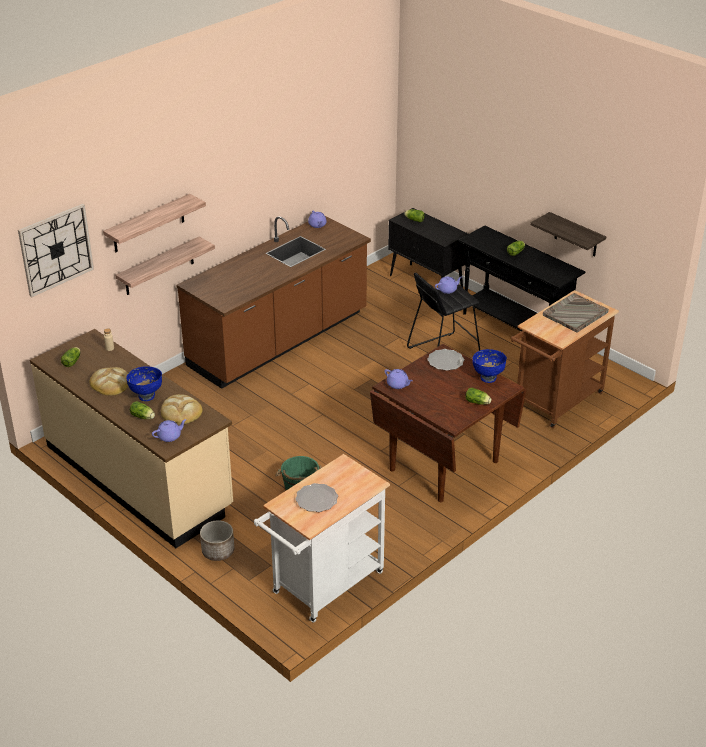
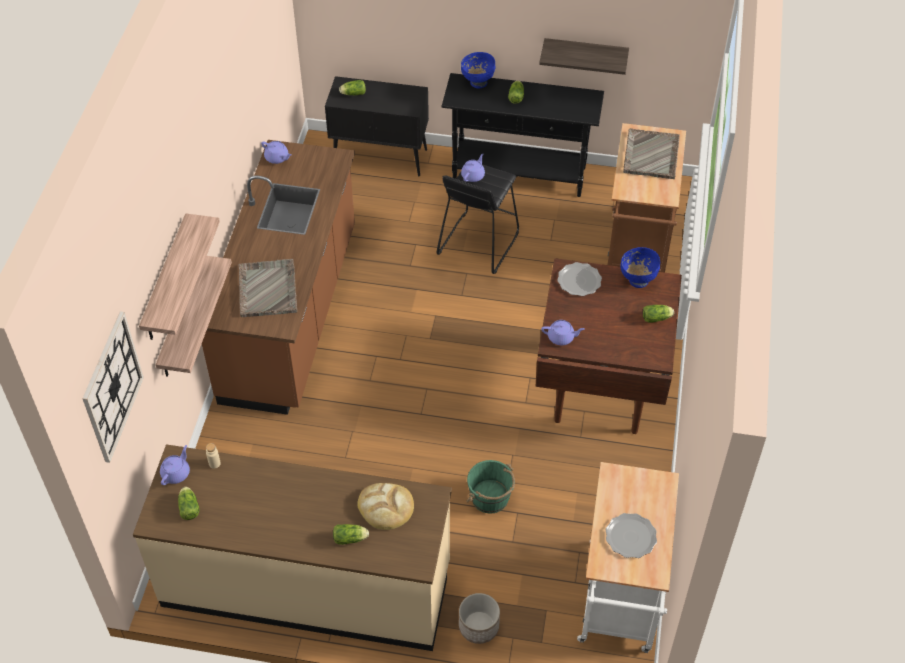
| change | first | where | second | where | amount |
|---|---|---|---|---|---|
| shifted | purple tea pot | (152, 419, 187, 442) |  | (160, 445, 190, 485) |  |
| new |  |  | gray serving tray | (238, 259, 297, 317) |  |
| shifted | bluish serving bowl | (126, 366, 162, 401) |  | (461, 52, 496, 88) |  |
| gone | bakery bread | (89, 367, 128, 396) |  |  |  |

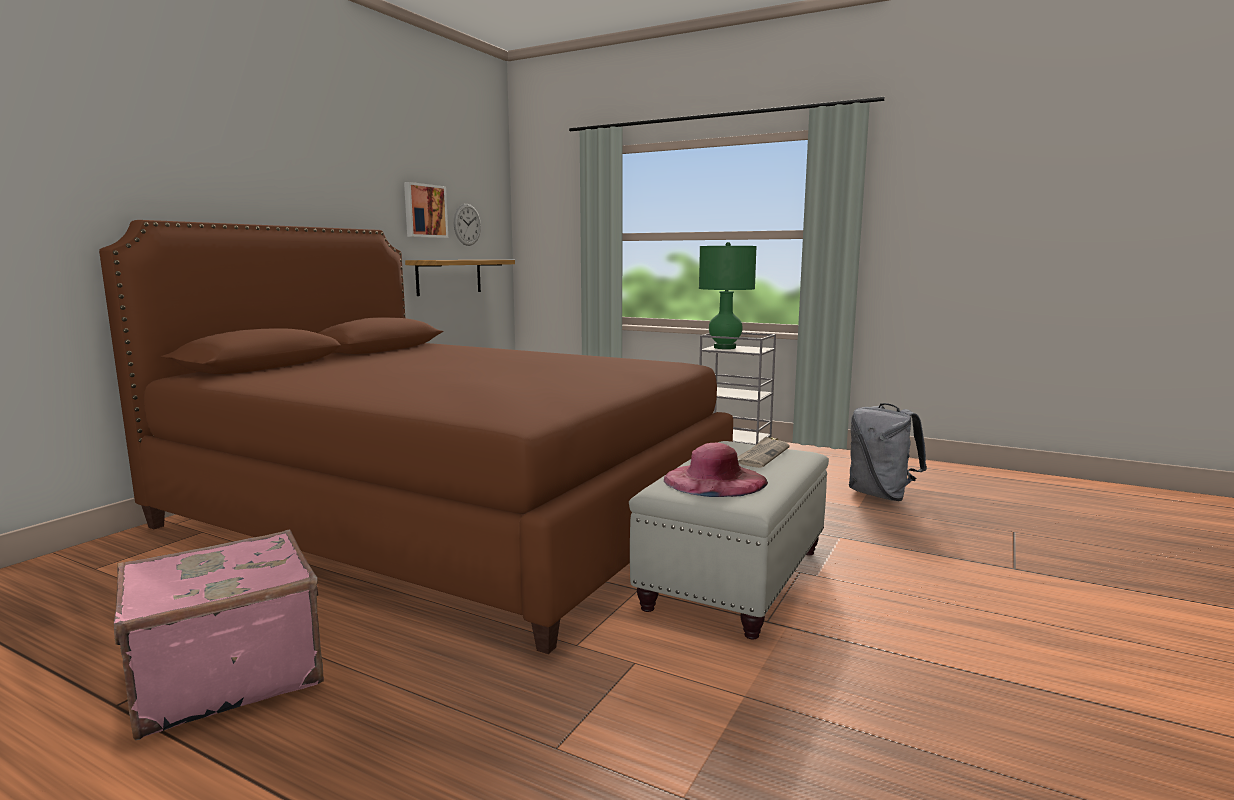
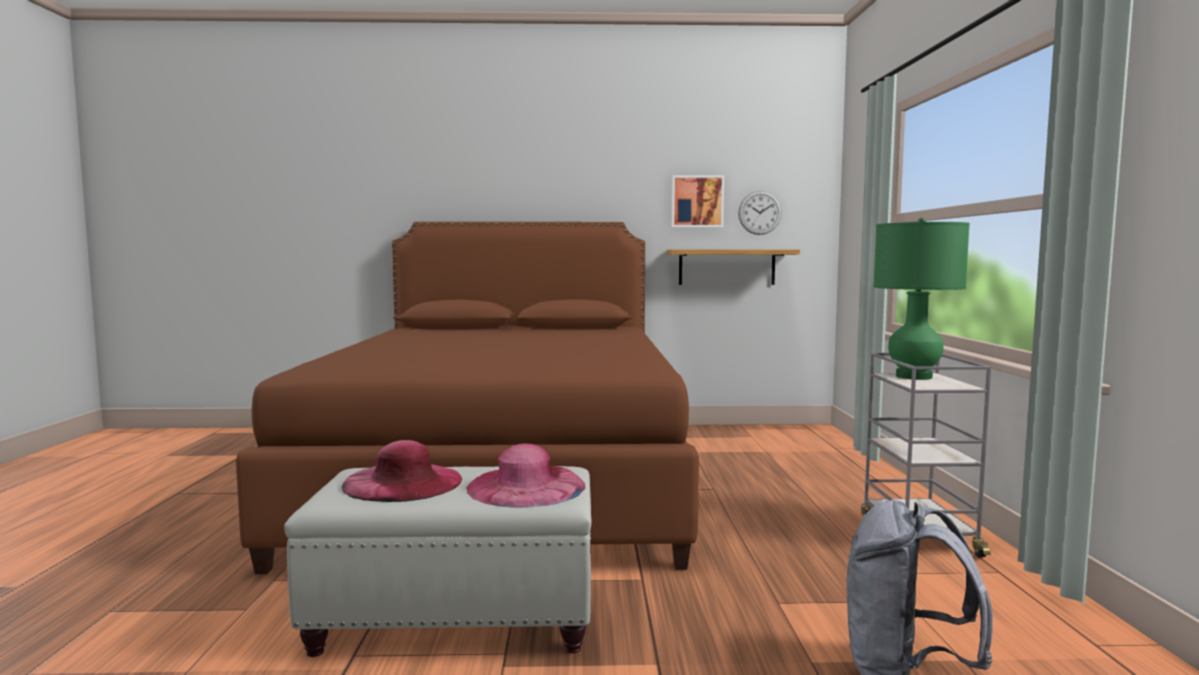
| change | first | where | second | where | amount |
|---|---|---|---|---|---|
| swapped | newspaper | (738, 437, 790, 468) | pink-coloured hat | (466, 444, 585, 508) |  |
| gone | pink-coloured suitcase | (114, 529, 324, 740) |  |  |  |

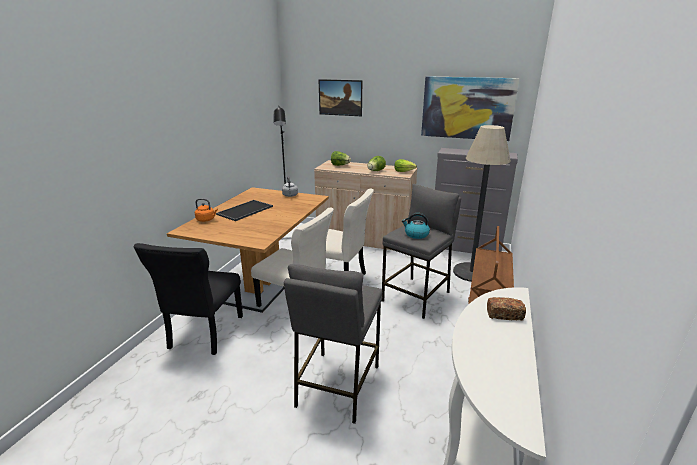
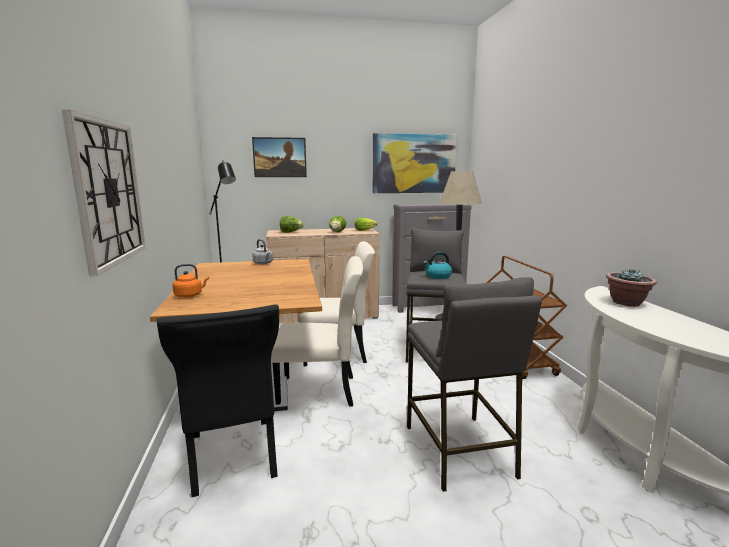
| change | first | where | second | where | amount |
|---|---|---|---|---|---|
| new |  |  | wall clock | (62, 110, 146, 277) |  |
| swapped | bakery bread | (487, 297, 526, 321) | potted plant | (606, 269, 657, 307) |  |
| gone | serving tray | (216, 200, 273, 221) |  |  |  |

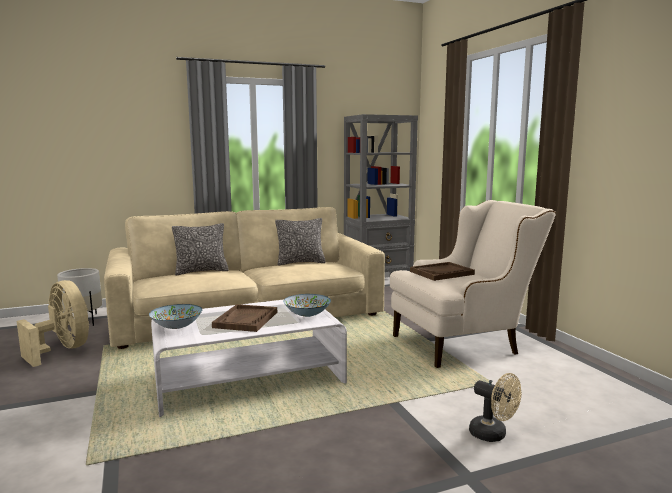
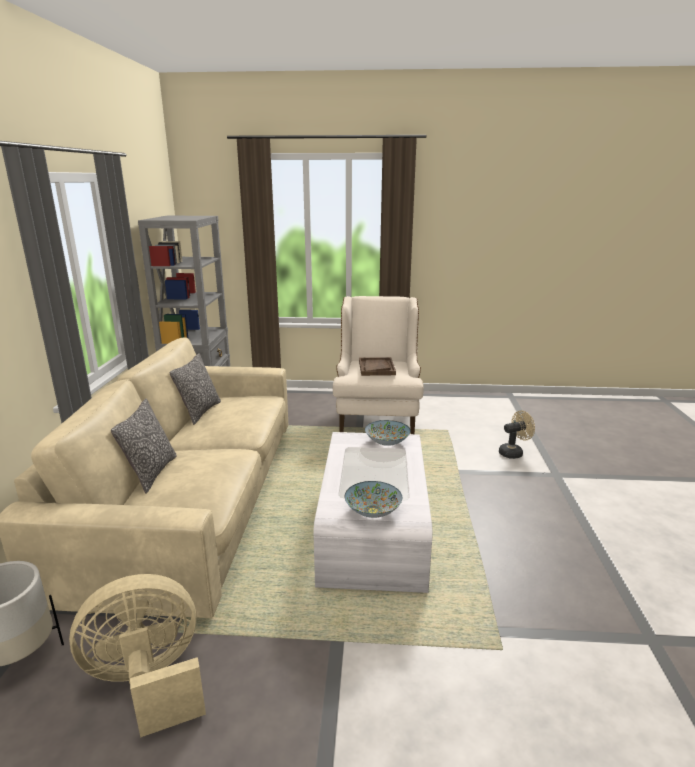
| change | first | where | second | where | amount |
|---|---|---|---|---|---|
| gone | brown-coloured serving tray | (212, 304, 277, 332) |  |  |  |

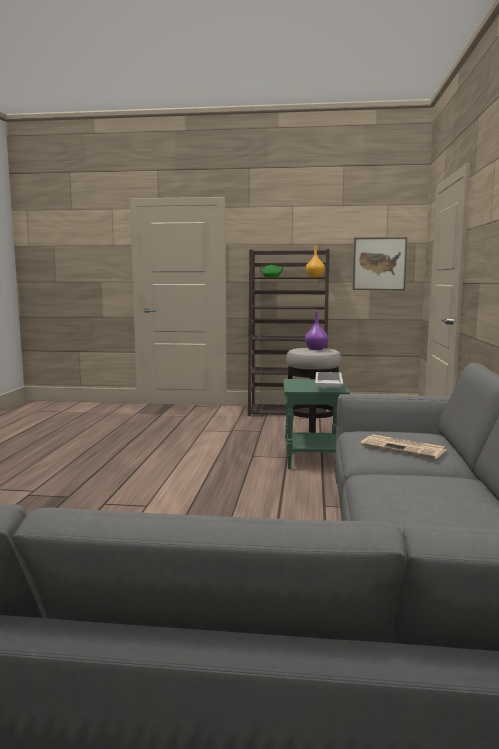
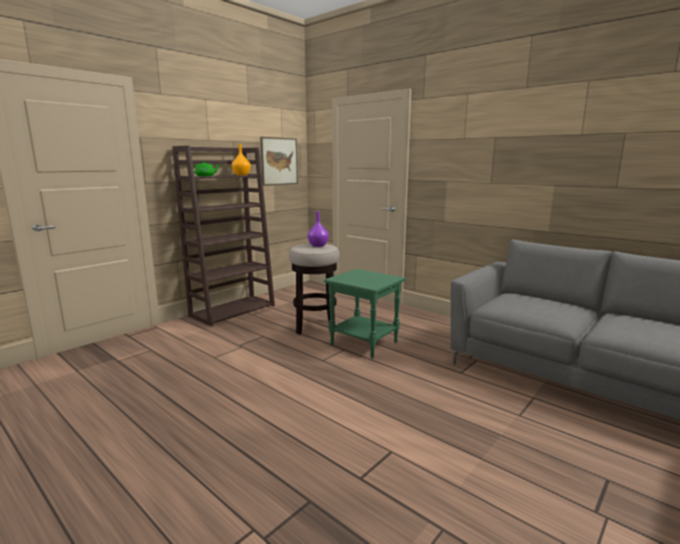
| change | first | where | second | where | amount |
|---|---|---|---|---|---|
| gone | whitish serving tray | (315, 372, 343, 388) |  |  |  |
| gone | newspaper | (360, 434, 447, 459) |  |  |  |

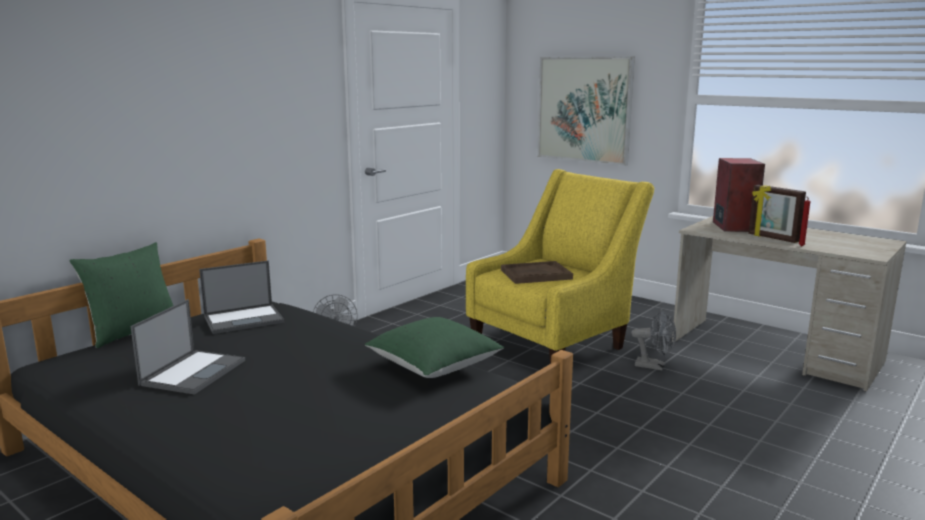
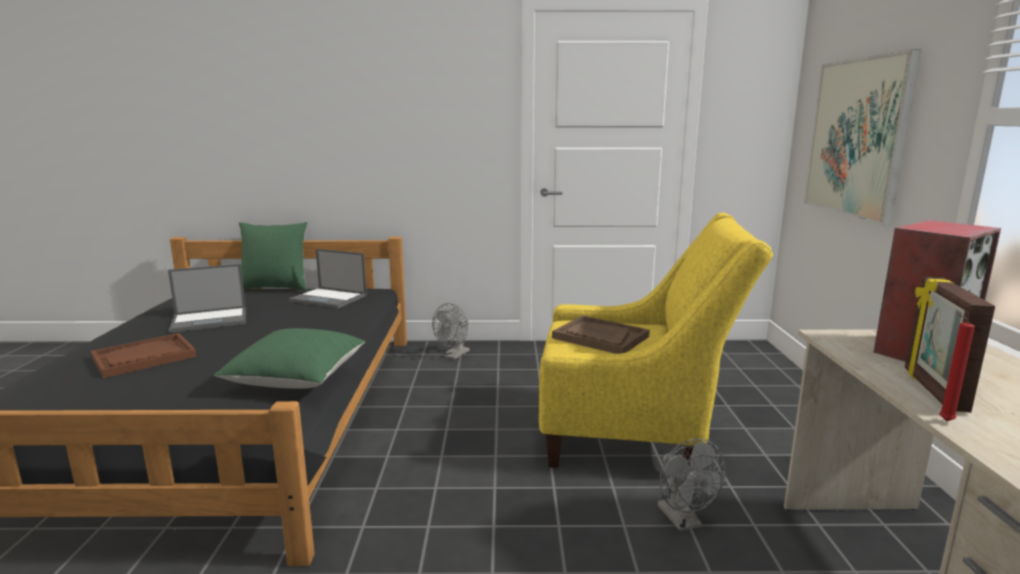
| change | first | where | second | where | amount |
|---|---|---|---|---|---|
| new |  |  | brown-coloured serving tray | (91, 333, 197, 378) |  |

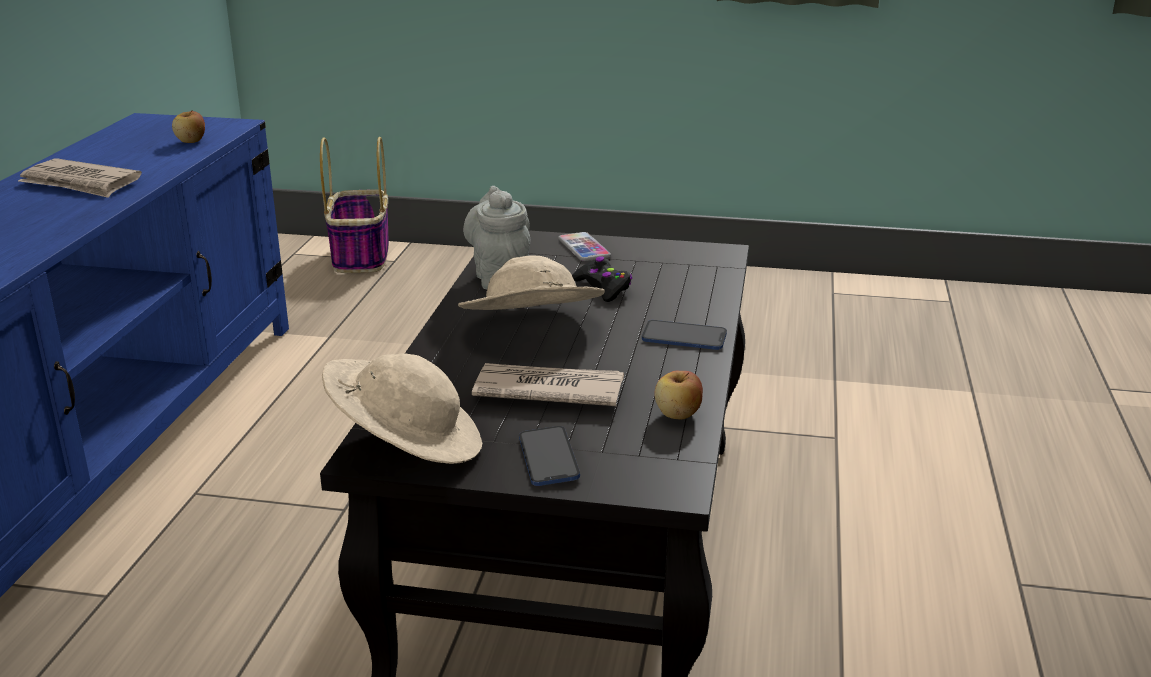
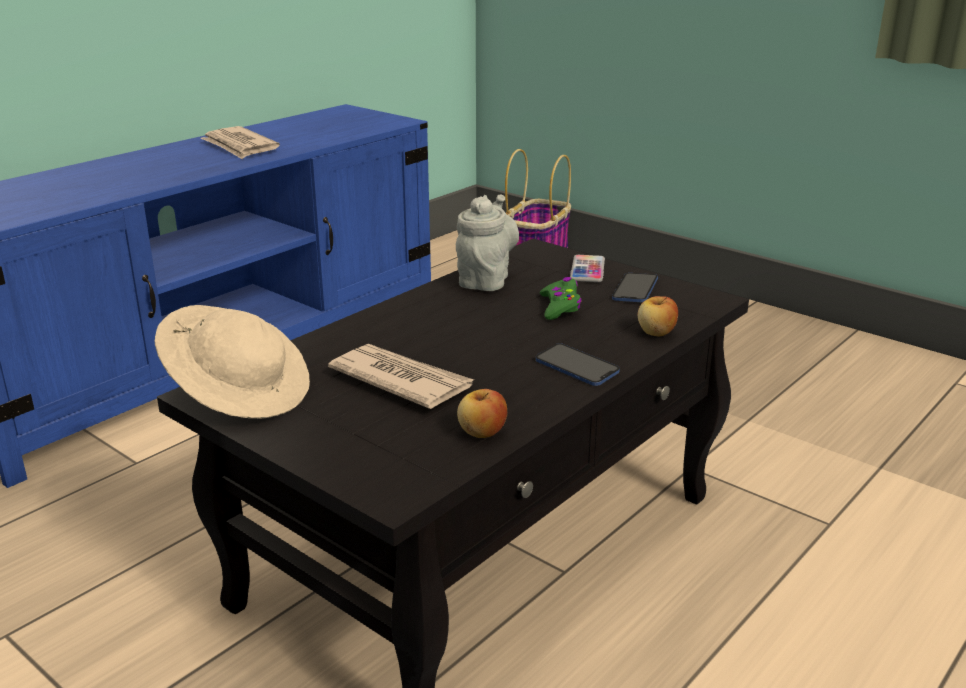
| change | first | where | second | where | amount |
|---|---|---|---|---|---|
| repainted | blackish gamepad | (572, 257, 632, 302) | green gamepad | (540, 277, 582, 320) |  |
| shifted | telephone | (519, 426, 580, 486) |  | (612, 273, 658, 302) |  |
| shifted | whole apple | (172, 110, 205, 143) |  | (638, 296, 678, 336) |  |
| gone | beige-coloured hat | (458, 256, 605, 310) |  |  |  |

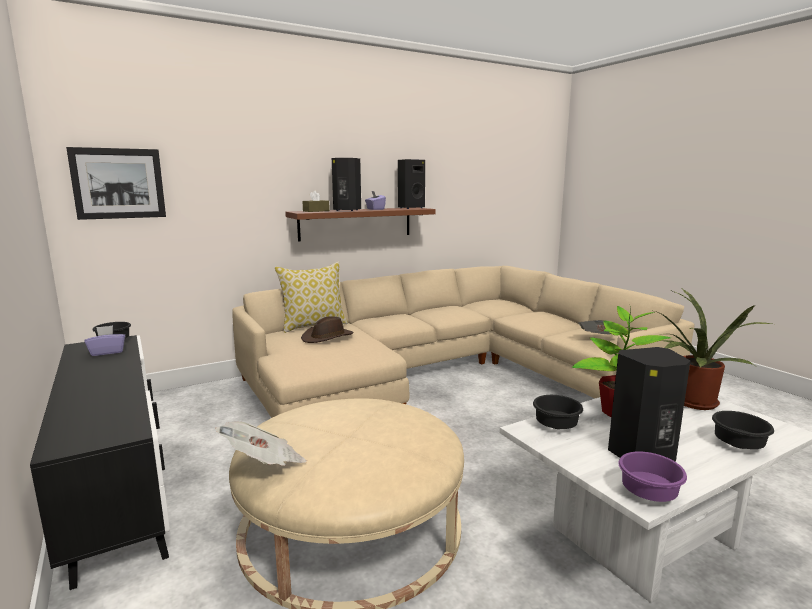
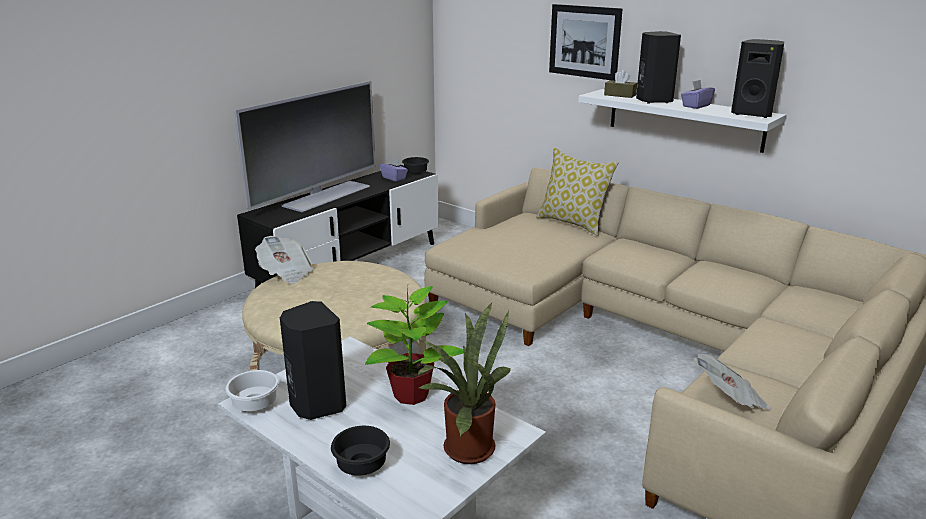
| change | first | where | second | where | amount |
|---|---|---|---|---|---|
| repainted | purple serving bowl | (618, 451, 687, 502) | whitish serving bowl | (226, 370, 279, 411) |  |
| new |  |  | TV | (234, 81, 376, 213) |  |
| shifted | wall picture | (66, 147, 166, 220) |  | (549, 4, 623, 81) |  |
| repainted | brown-coloured bracket shelf | (285, 208, 436, 242) | whitish bracket shelf | (578, 89, 786, 153) |  |
| gone | brown-coloured hat | (301, 316, 353, 343) |  |  |  |
| gone | blackish serving bowl | (533, 395, 583, 429) |  |  |  |

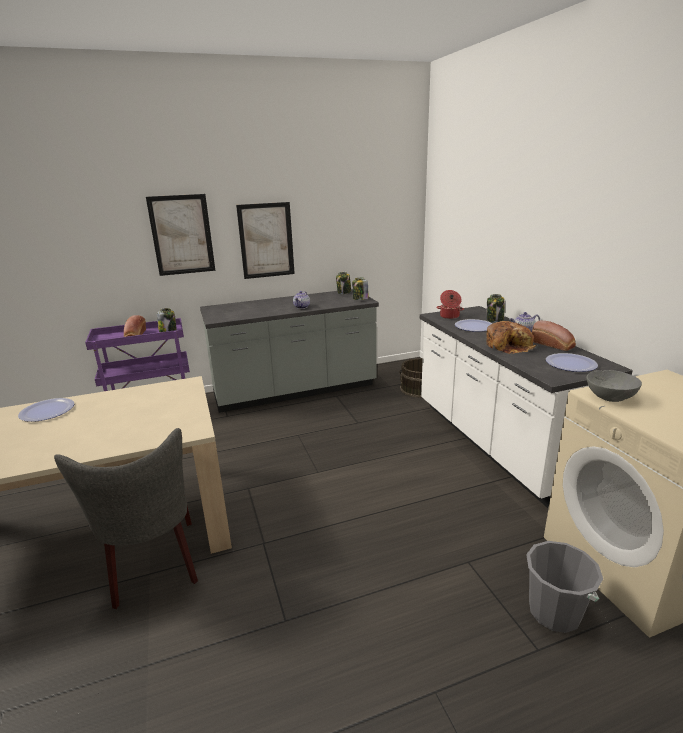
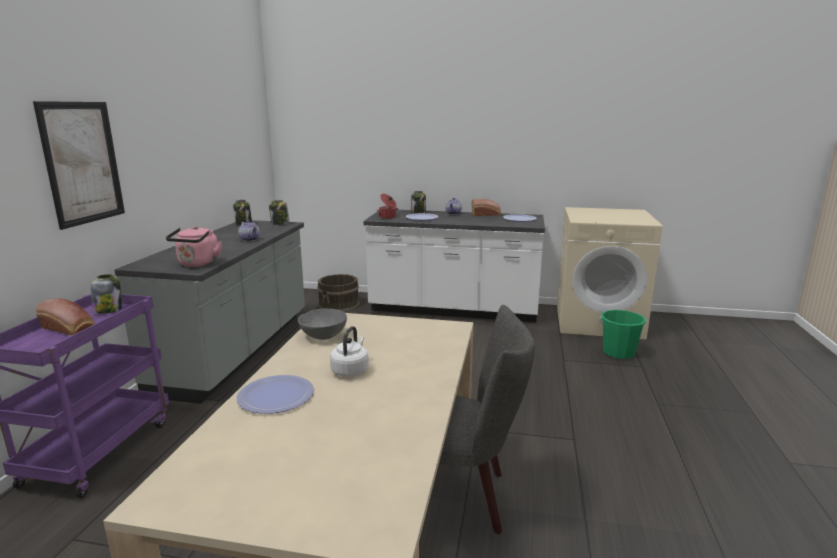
| change | first | where | second | where | amount |
|---|---|---|---|---|---|
| new |  |  | pink-coloured kettle | (166, 226, 222, 267) |  |
| shifted | gray serving bowl | (586, 370, 642, 402) |  | (298, 309, 347, 340) |  |
| new |  |  | whitish kettle | (330, 326, 369, 377) |  |
| repainted | gray bucket | (526, 541, 603, 633) | green bucket | (599, 310, 646, 359) |  |
| gone | wall picture | (236, 202, 295, 279) |  |  |  |
| gone | bakery bread | (487, 321, 536, 354) |  |  |  |

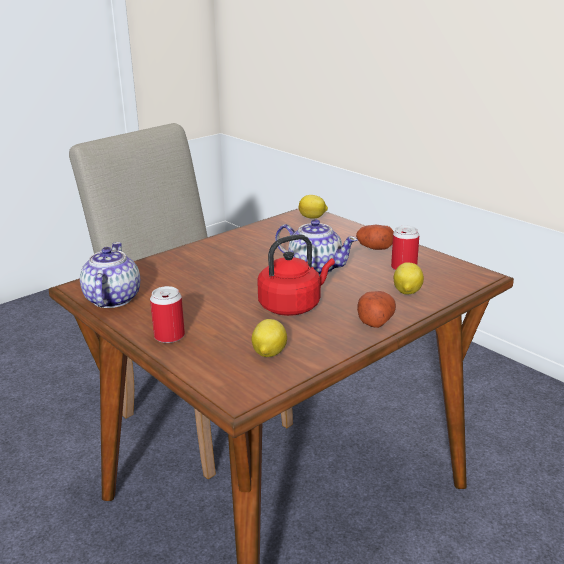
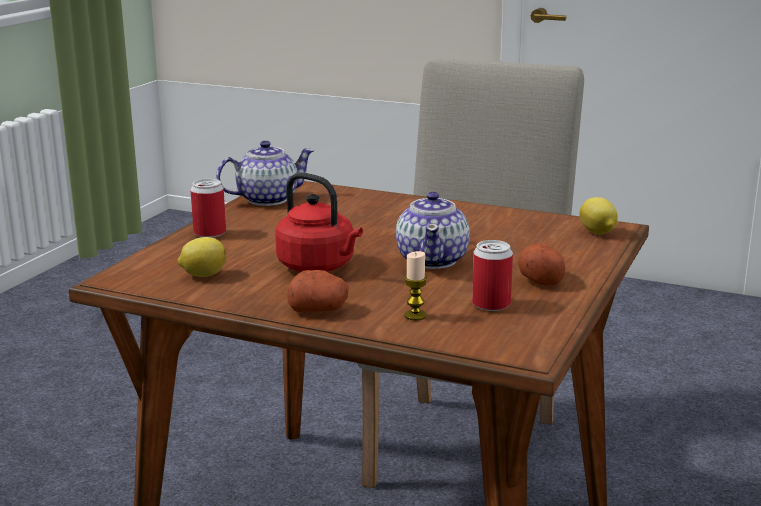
| change | first | where | second | where | amount |
|---|---|---|---|---|---|
| swapped | lemon | (394, 262, 424, 295) | wax candle | (404, 251, 427, 320) |  |

